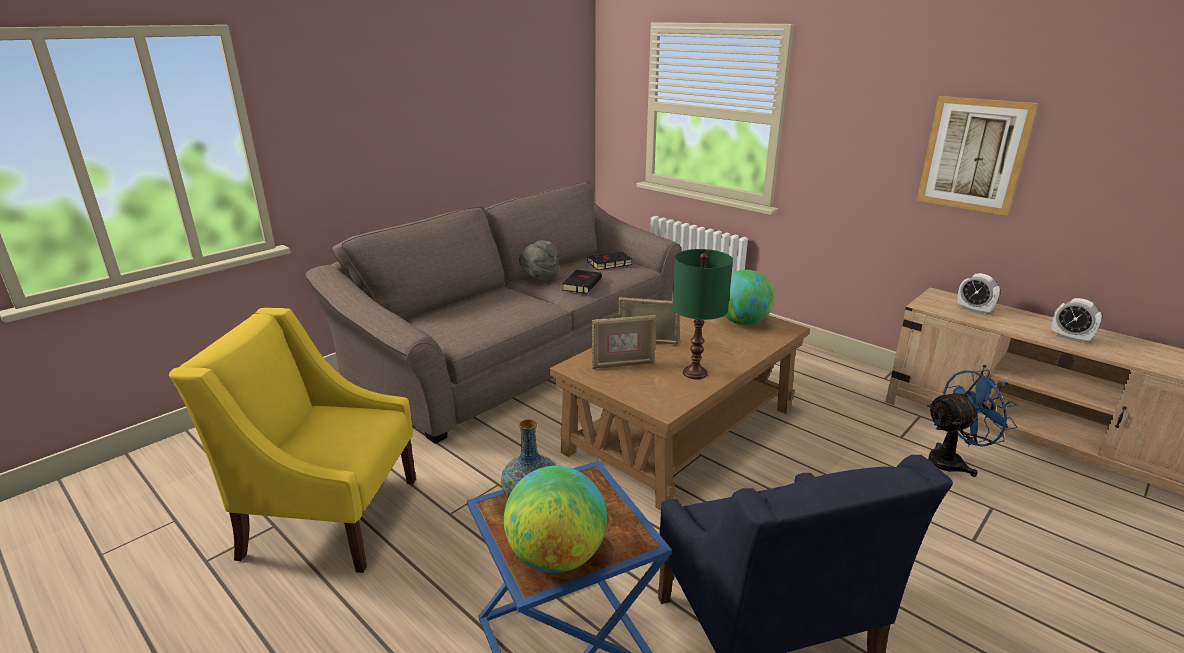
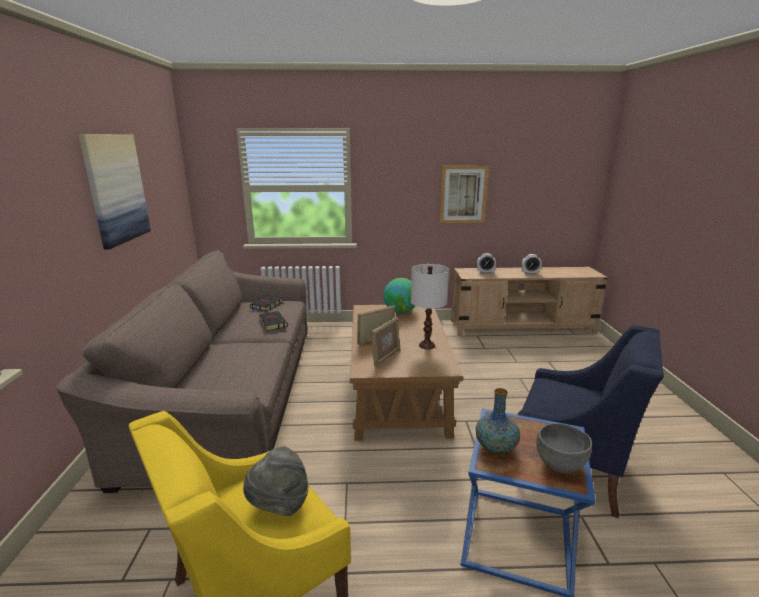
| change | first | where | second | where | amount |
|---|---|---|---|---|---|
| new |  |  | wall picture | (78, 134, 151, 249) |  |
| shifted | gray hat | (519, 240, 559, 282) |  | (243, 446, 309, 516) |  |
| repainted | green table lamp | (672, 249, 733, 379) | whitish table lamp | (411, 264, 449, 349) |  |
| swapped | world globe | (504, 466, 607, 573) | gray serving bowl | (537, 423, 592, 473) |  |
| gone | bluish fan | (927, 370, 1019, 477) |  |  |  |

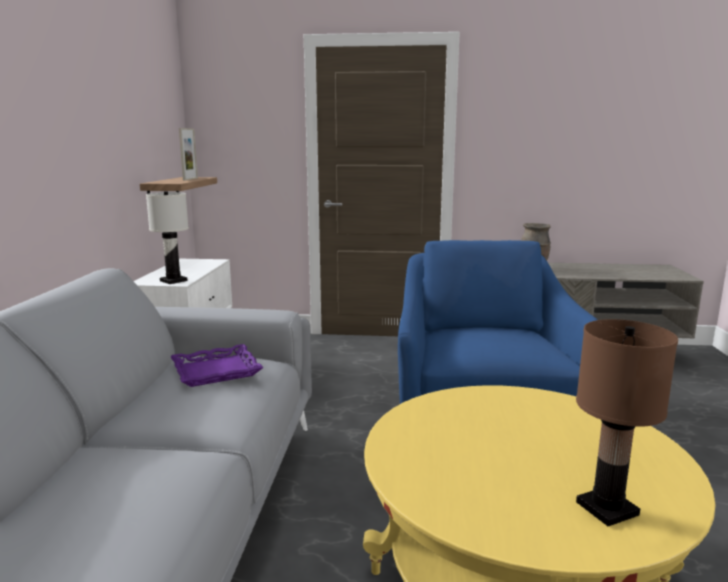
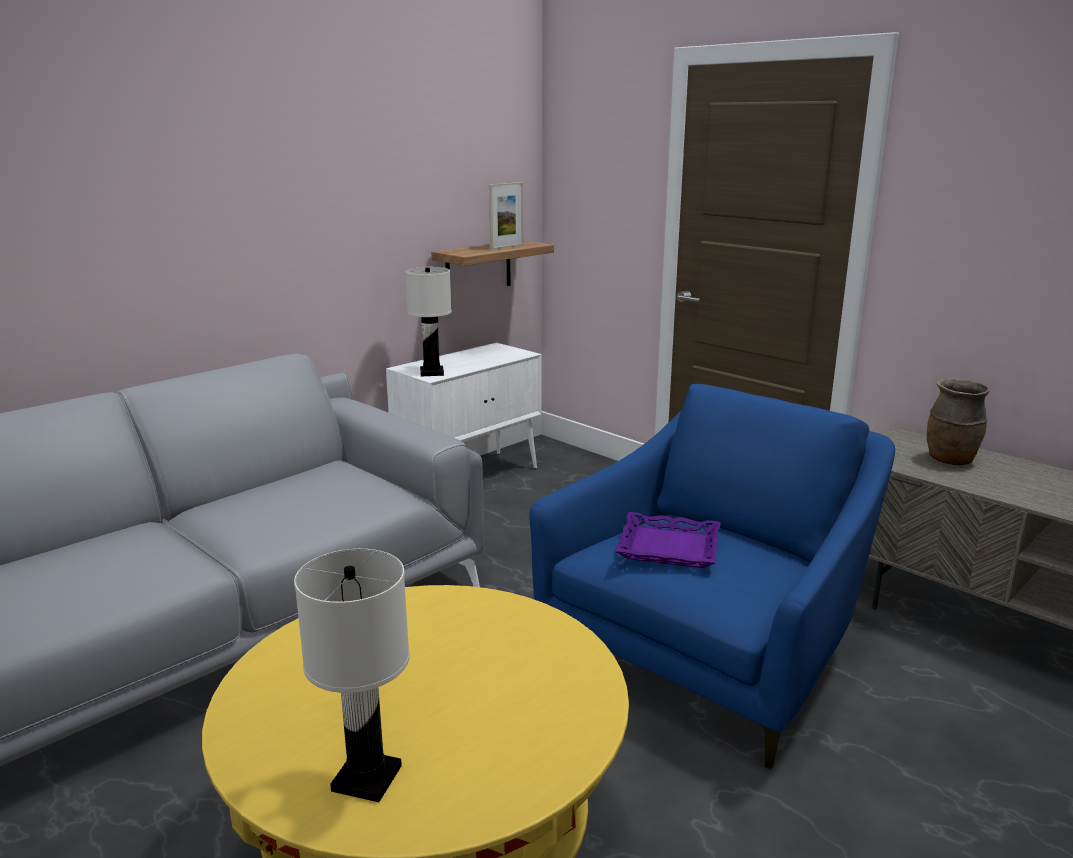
| change | first | where | second | where | amount |
|---|---|---|---|---|---|
| repainted | brown-coloured table lamp | (576, 319, 678, 526) | whitish table lamp | (294, 549, 410, 802) |  |
| shifted | purple serving tray | (171, 344, 264, 387) |  | (615, 512, 721, 568) |  |

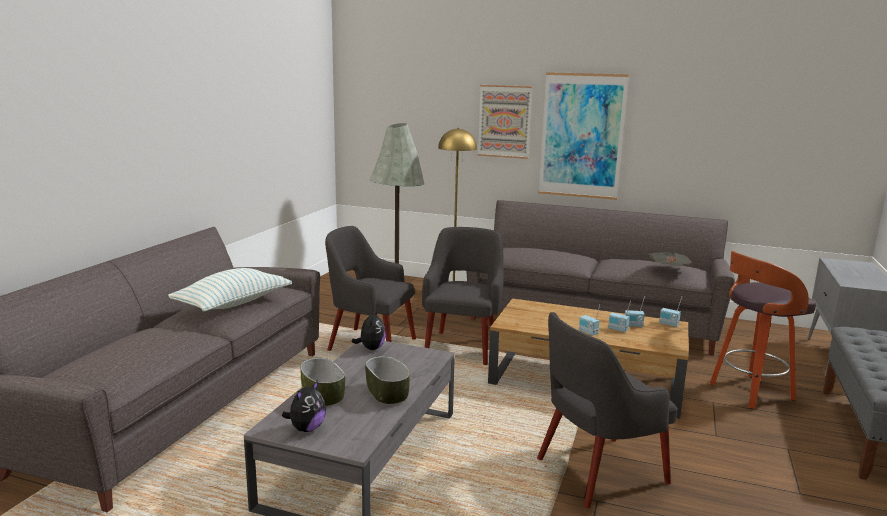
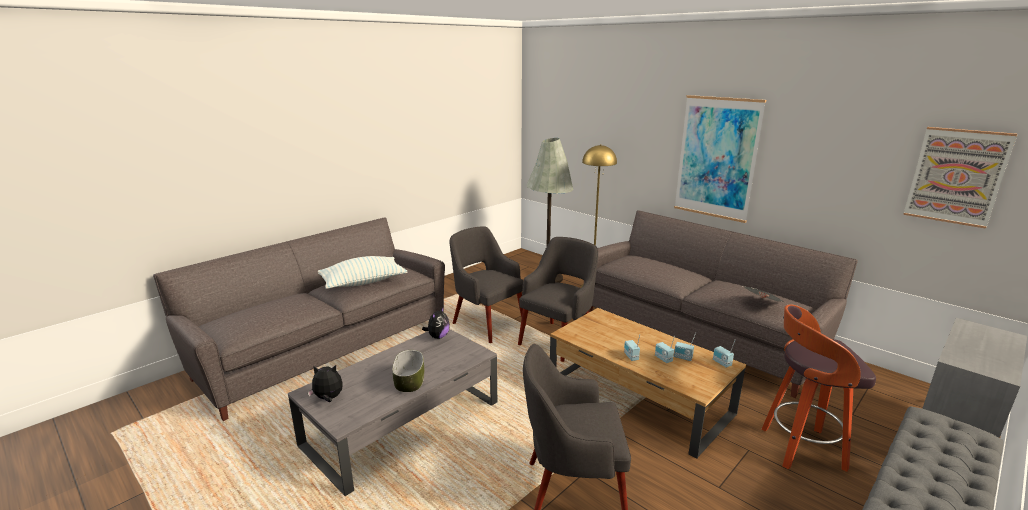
| change | first | where | second | where | amount |
|---|---|---|---|---|---|
| rotated | soft toy | (282, 380, 326, 432) |  | (308, 365, 343, 402) | 150 degrees counterclockwise |
| shifted | wall picture | (478, 85, 533, 159) |  | (903, 127, 1017, 229) |  |
| gone | serving bowl | (300, 358, 345, 406) |  |  |  |

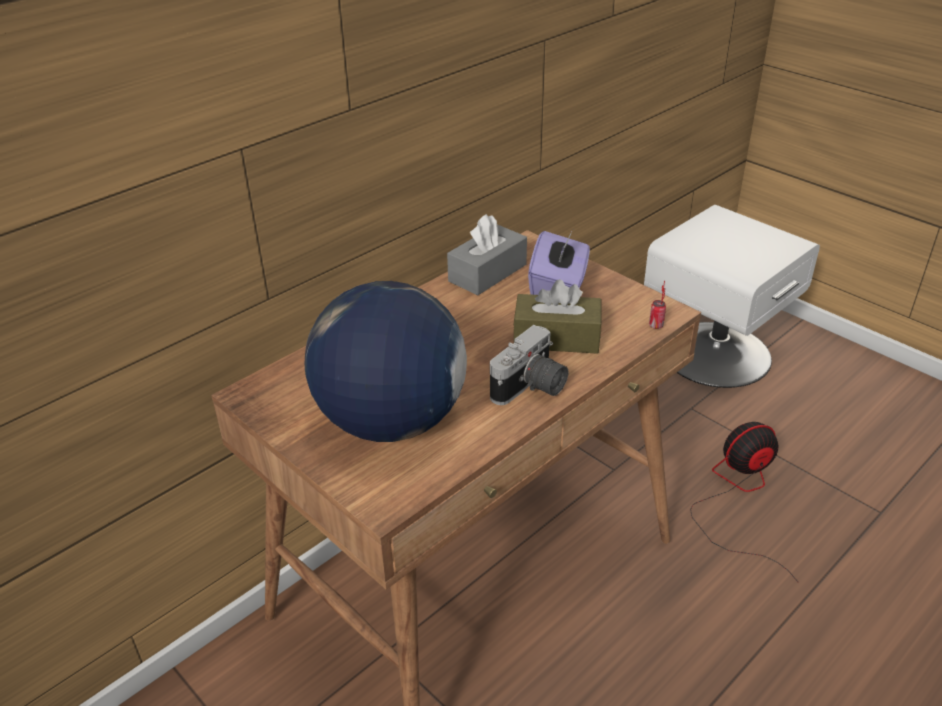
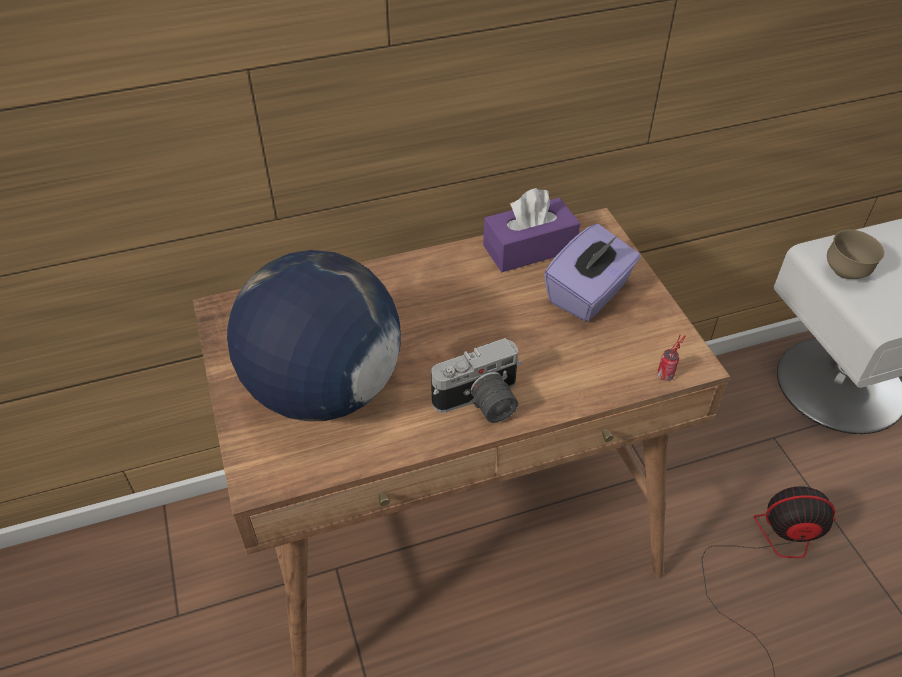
| change | first | where | second | where | amount |
|---|---|---|---|---|---|
| repainted | gray tissue holder | (447, 214, 527, 295) | purple tissue holder | (483, 188, 580, 272) |  |
| new |  |  | brown-coloured serving bowl | (827, 230, 884, 279) |  |
| gone | brown-coloured tissue holder | (513, 279, 601, 354) |  |  |  |

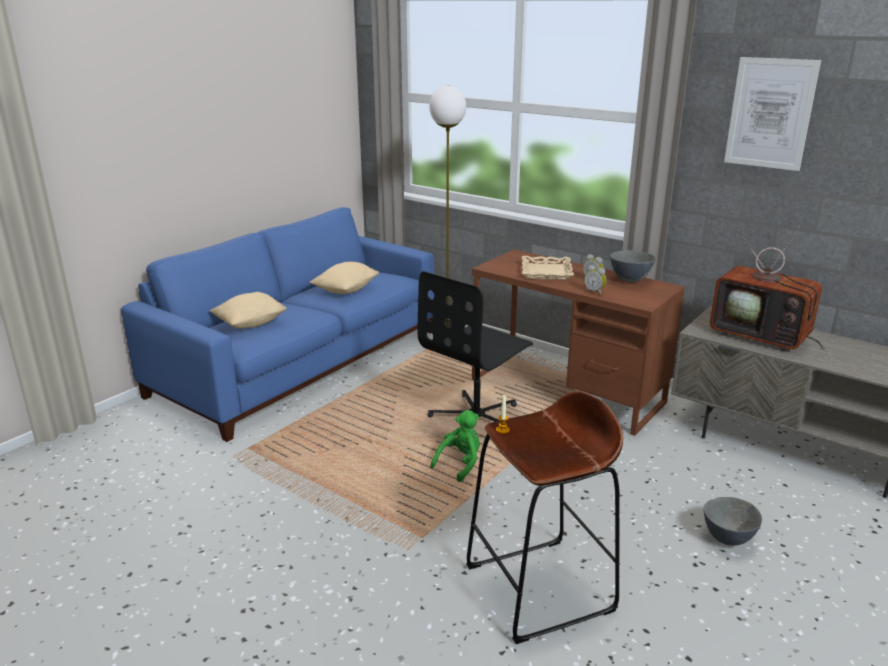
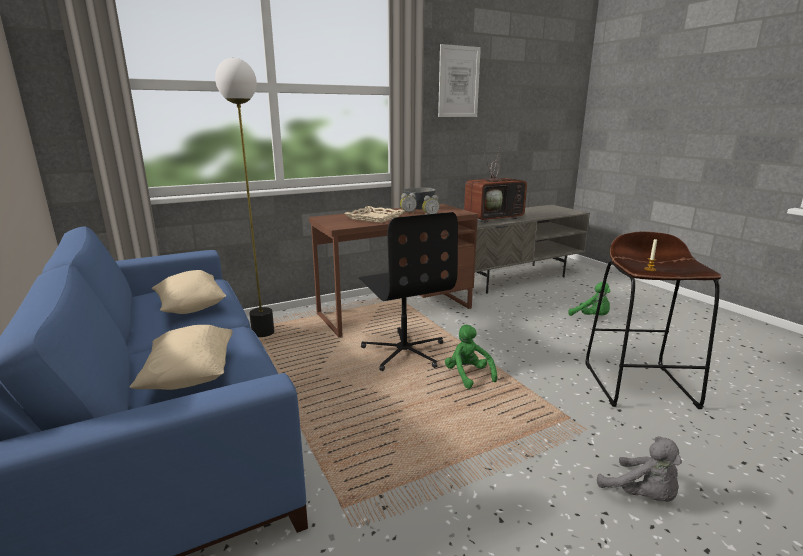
| change | first | where | second | where | amount |
|---|---|---|---|---|---|
| swapped | gray serving bowl | (704, 497, 762, 546) | green soft toy | (568, 282, 610, 316) |  |
| new |  |  | gray soft toy | (597, 436, 682, 502) |  |

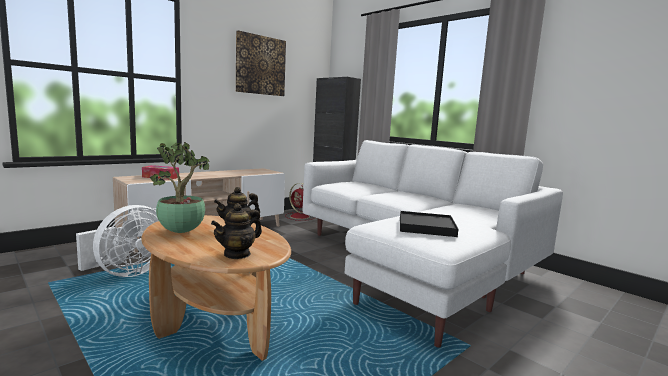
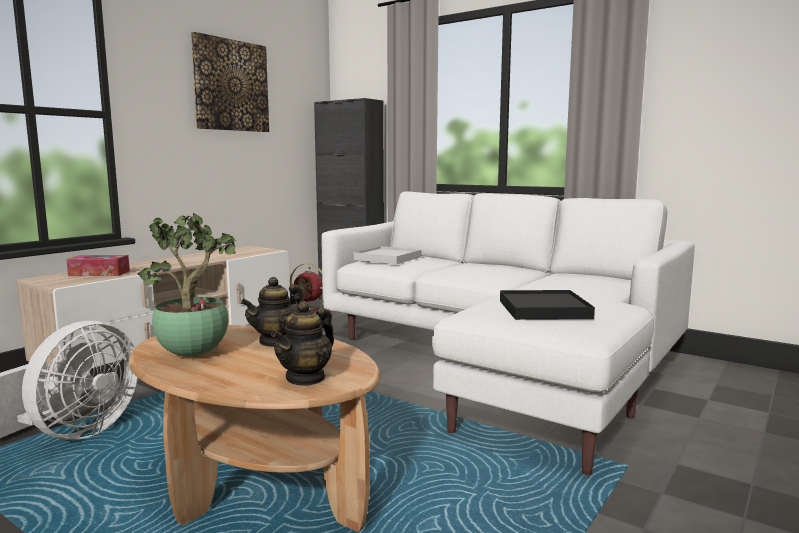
| change | first | where | second | where | amount |
|---|---|---|---|---|---|
| new |  |  | whitish serving tray | (354, 246, 422, 264) |  |

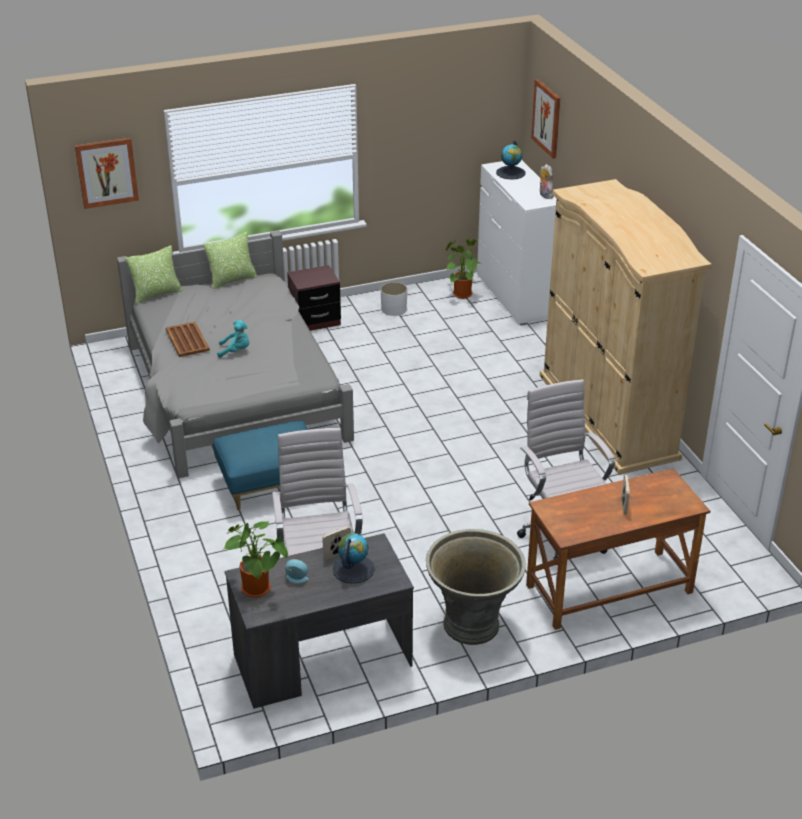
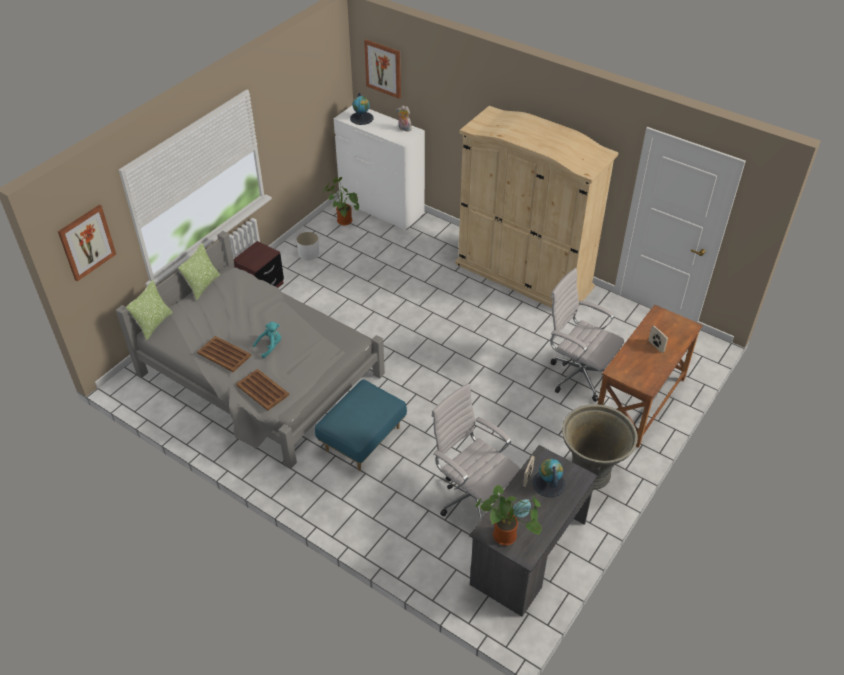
| change | first | where | second | where | amount |
|---|---|---|---|---|---|
| new |  |  | brown-coloured serving tray | (236, 369, 289, 411) |  |

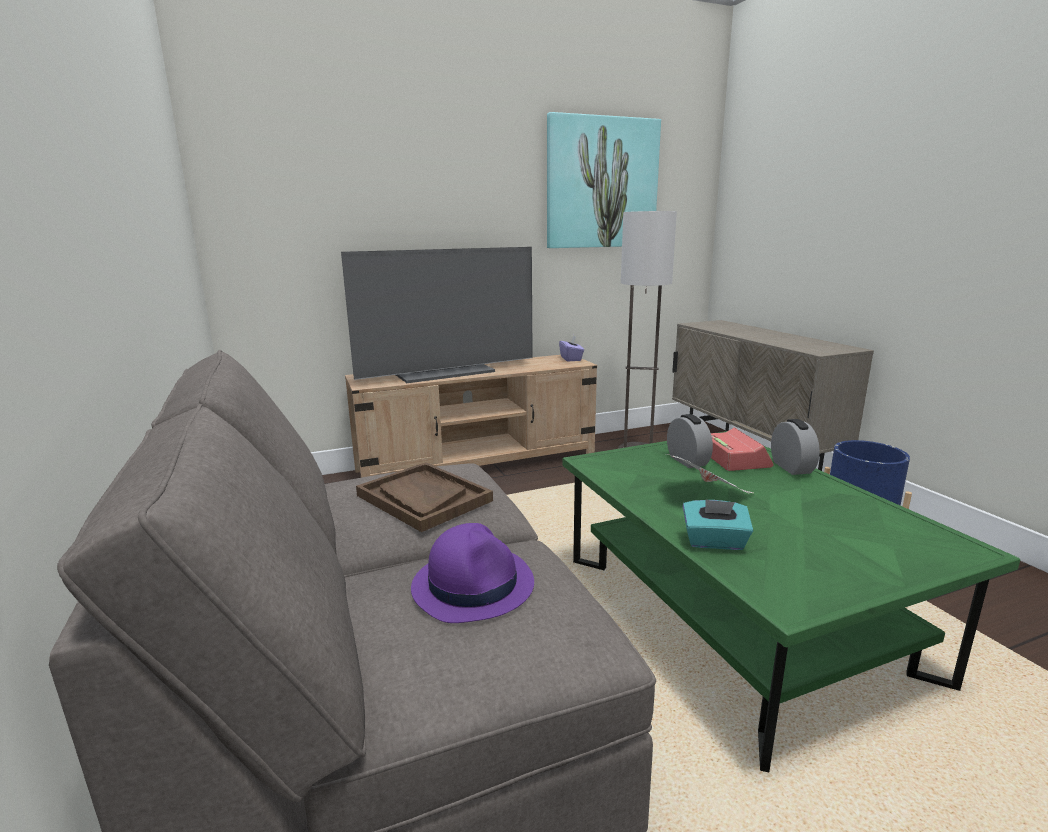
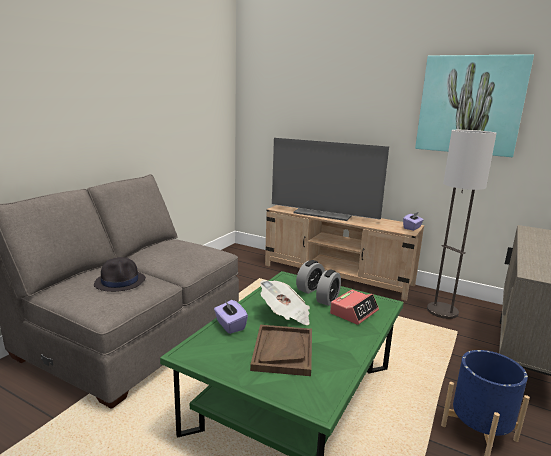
| change | first | where | second | where | amount |
|---|---|---|---|---|---|
| repainted | purple hat | (411, 523, 534, 623) | blackish hat | (94, 257, 146, 292) |  |
| repainted | turquoise tissue holder | (683, 499, 753, 550) | purple tissue holder | (214, 300, 248, 334) |  |
| shifted | brown-coloured serving tray | (356, 462, 493, 532) |  | (250, 325, 312, 376) |  |
| shifted | table clock | (771, 419, 820, 475) |  | (296, 260, 325, 294) |  |

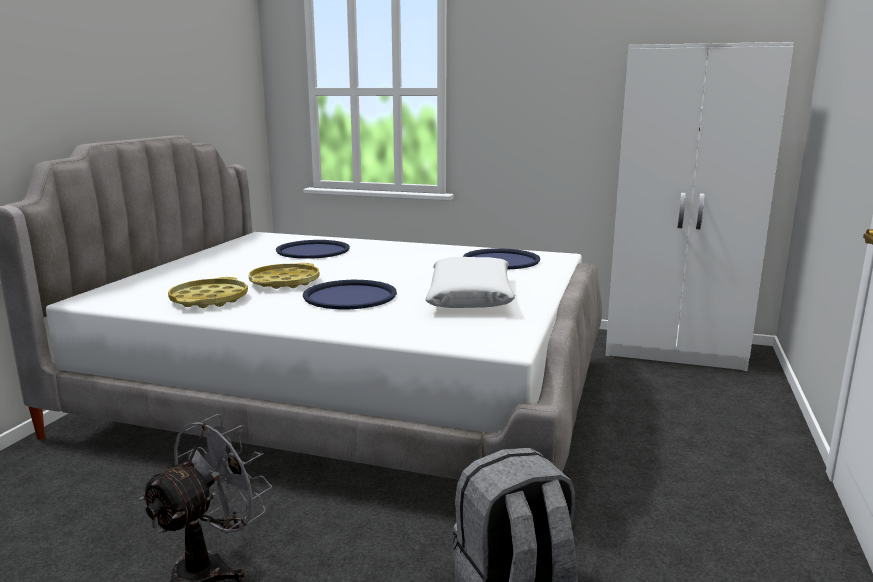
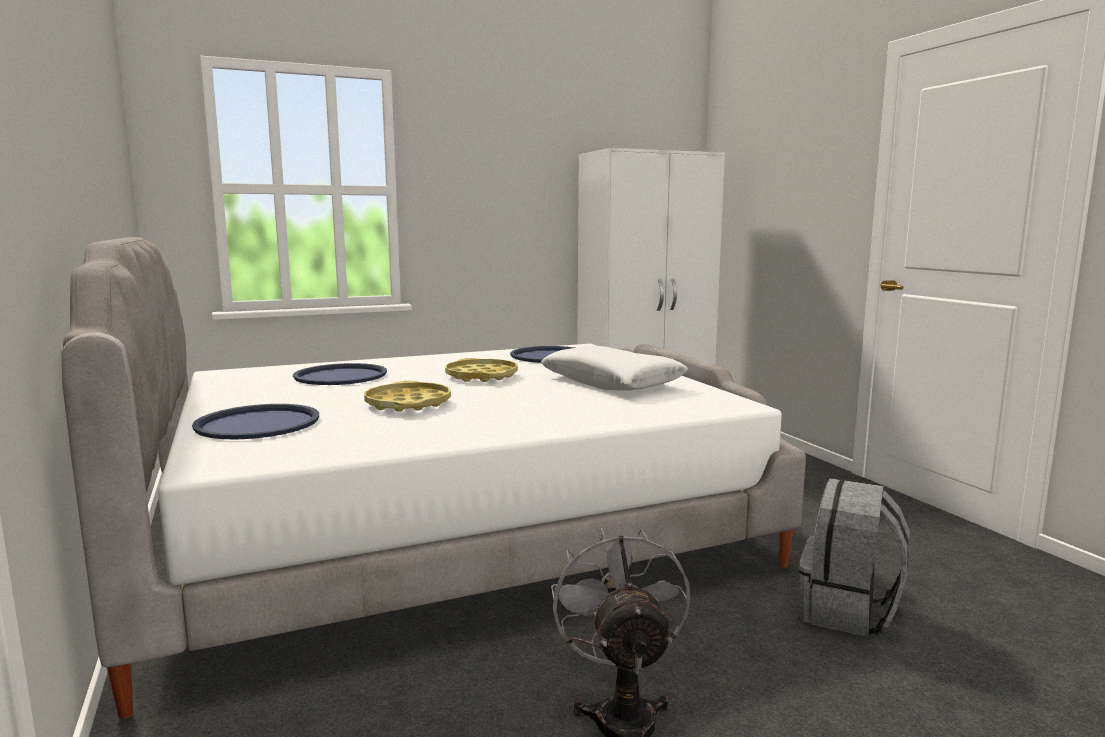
| change | first | where | second | where | amount |
|---|---|---|---|---|---|
| shifted | bluish serving tray | (303, 280, 397, 309) |  | (192, 404, 319, 439) |  |
| shifted | yellow-coloured serving tray | (168, 277, 248, 308) |  | (445, 358, 518, 382) |  |

